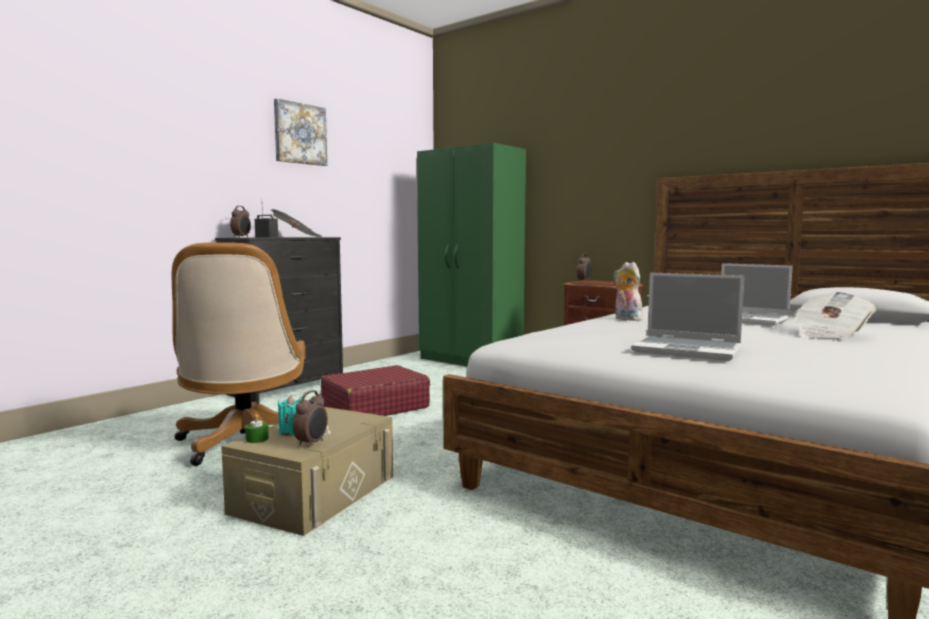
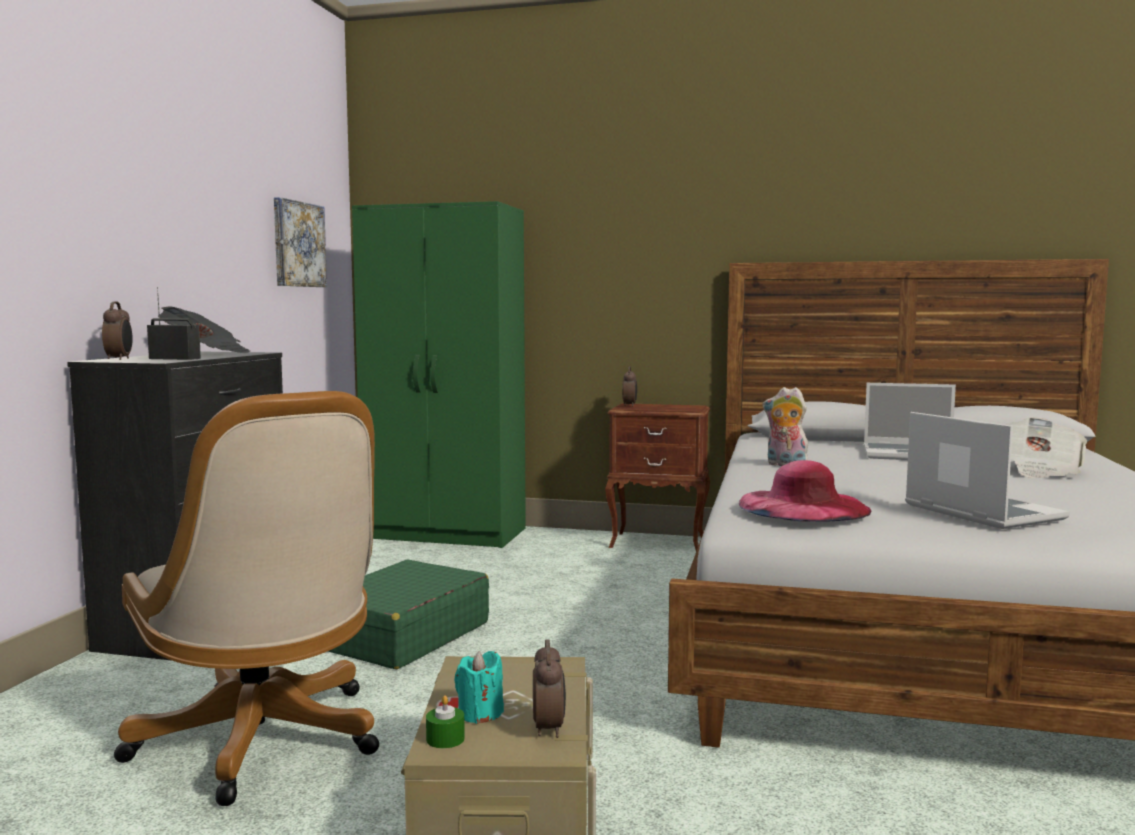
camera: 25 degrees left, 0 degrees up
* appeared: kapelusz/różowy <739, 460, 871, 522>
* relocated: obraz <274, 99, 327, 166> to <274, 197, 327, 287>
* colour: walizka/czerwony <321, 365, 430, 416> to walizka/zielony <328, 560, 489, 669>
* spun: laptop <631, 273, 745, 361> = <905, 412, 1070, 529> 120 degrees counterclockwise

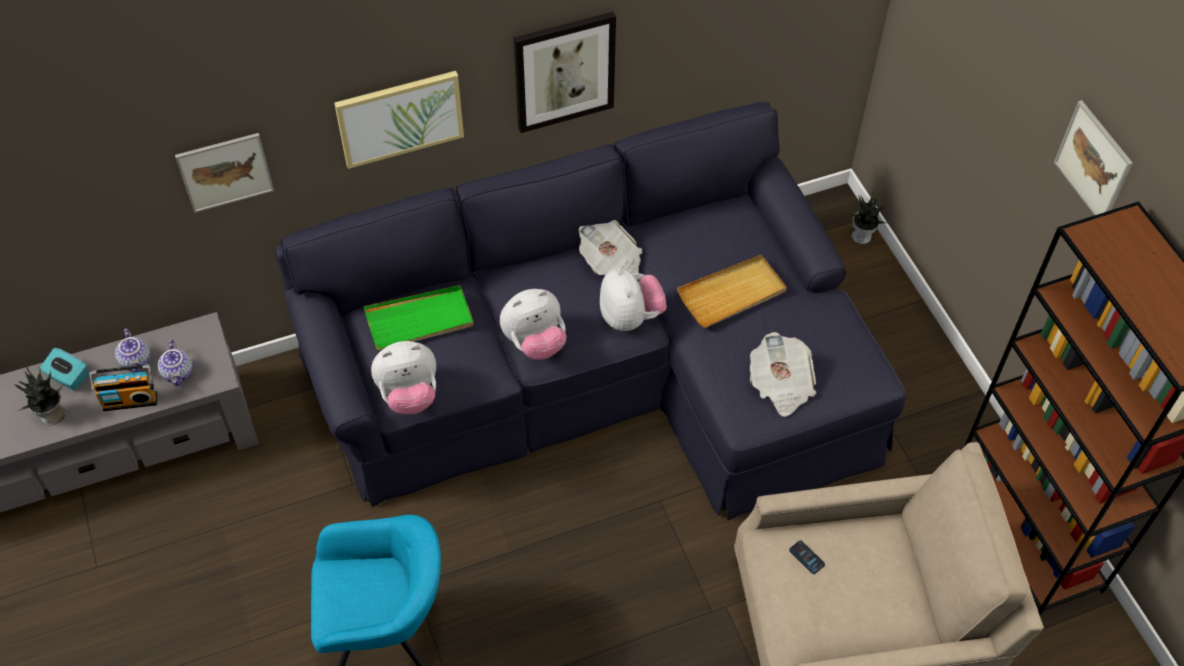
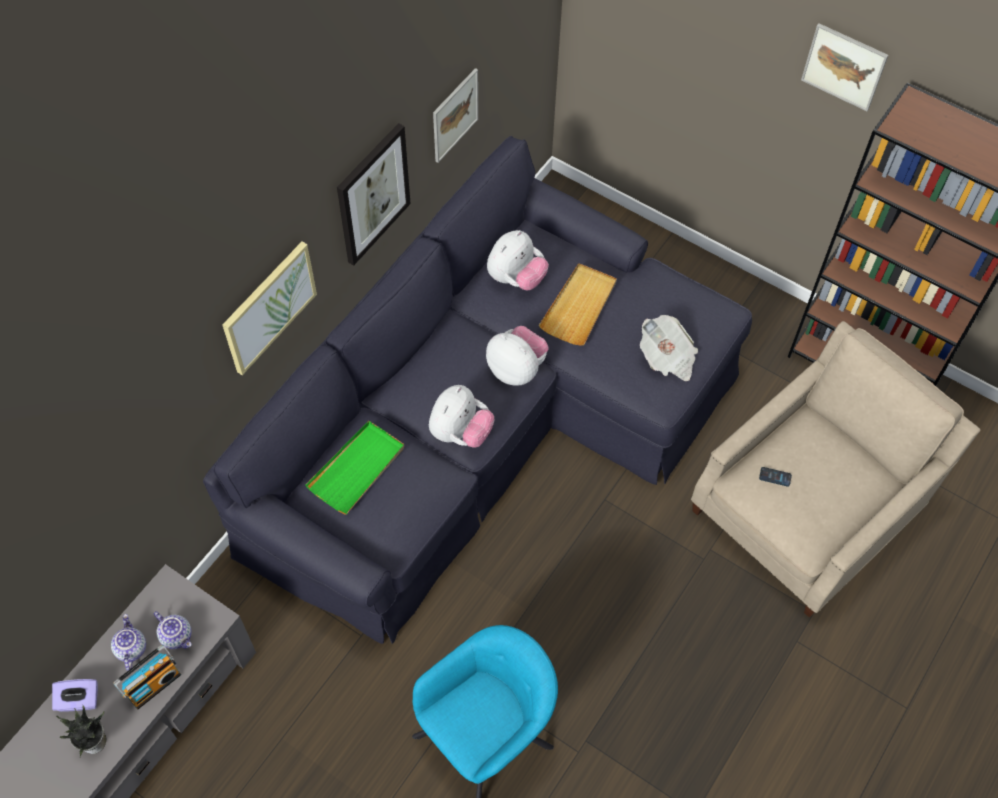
camera: 35 degrees left, 5 degrees up
* missing: gazeta <579, 220, 642, 281>
* missing: roślina doniczkowa <849, 191, 886, 244>
* relocated: obraz <175, 133, 274, 213> to <433, 68, 478, 163>
* relocated: pluszak <371, 341, 436, 415> to <487, 230, 549, 290>
* colour: pudełko chusteczek/turkusowy <40, 348, 88, 390> to pudełko chusteczek/fioletowy <52, 679, 98, 712>
* spun: imbryk <115, 328, 151, 373> = <111, 614, 146, 671> 135 degrees counterclockwise

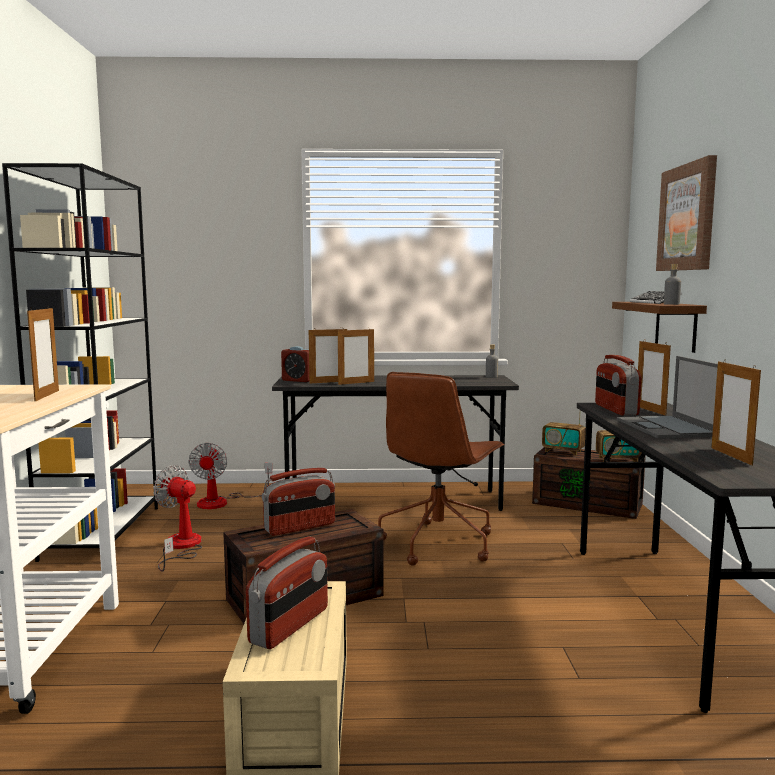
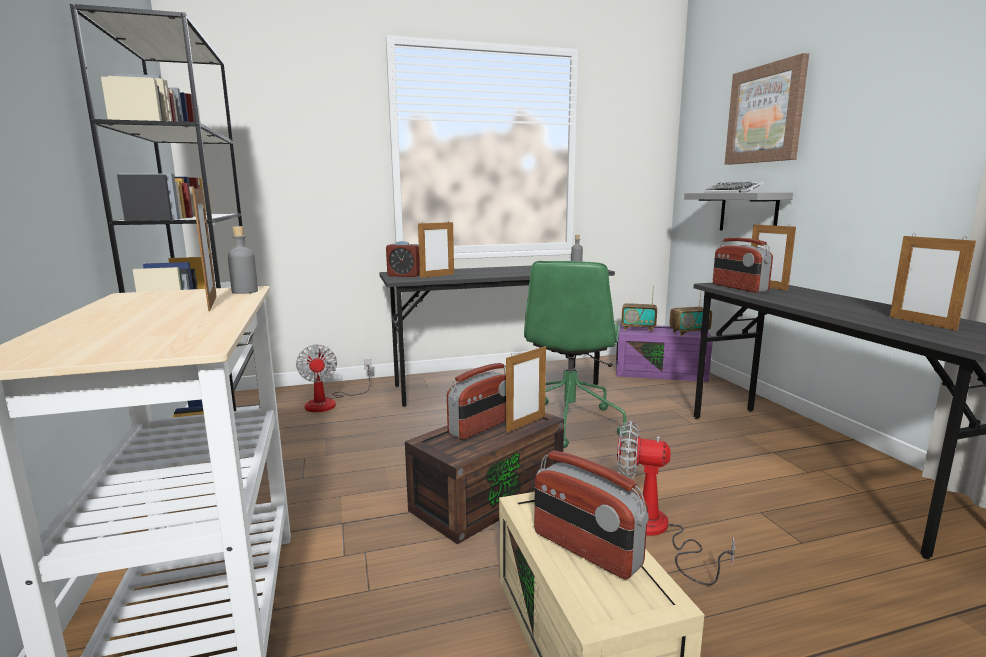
camera: 15 degrees left, 5 degrees up
* missing: laptop <617, 356, 718, 438>
* relocated: wentylator <153, 465, 202, 572> to <617, 421, 735, 585>
* relocated: ramka na zdjęcie <338, 328, 374, 385> to <506, 345, 546, 433>
* relocated: butelka/szary <664, 264, 681, 305> to <228, 226, 258, 294>
* colour: krzesło biurowe/brązowy <378, 372, 504, 566> to krzesło biurowe/zielony <524, 261, 627, 448>
* colour: pojemnik do przechowywania/brązowy <532, 447, 646, 519> to pojemnik do przechowywania/fioletowy <616, 324, 713, 382>
* colour: półka/brązowy <612, 302, 707, 353> to półka/szary <684, 192, 793, 230>
* spun: radio <246, 536, 328, 649> = <534, 450, 649, 579> 120 degrees clockwise

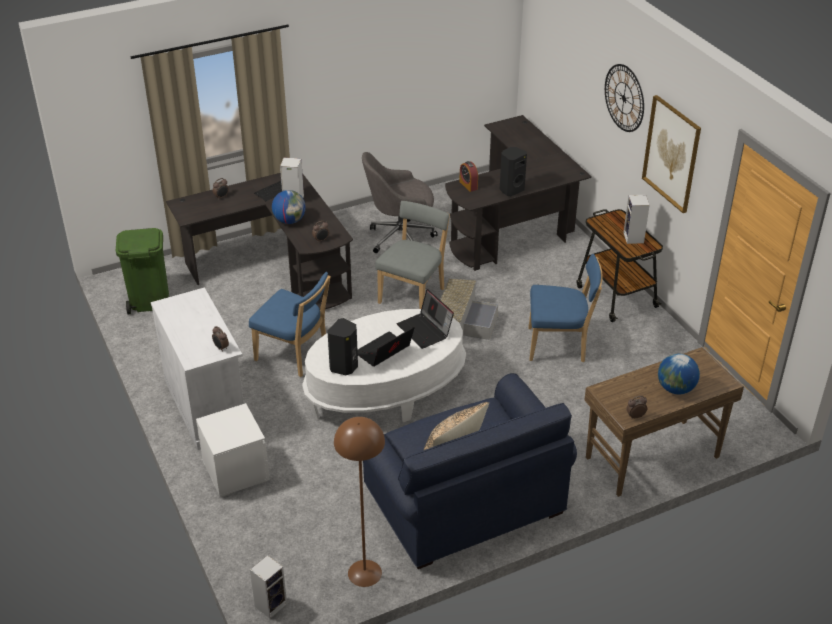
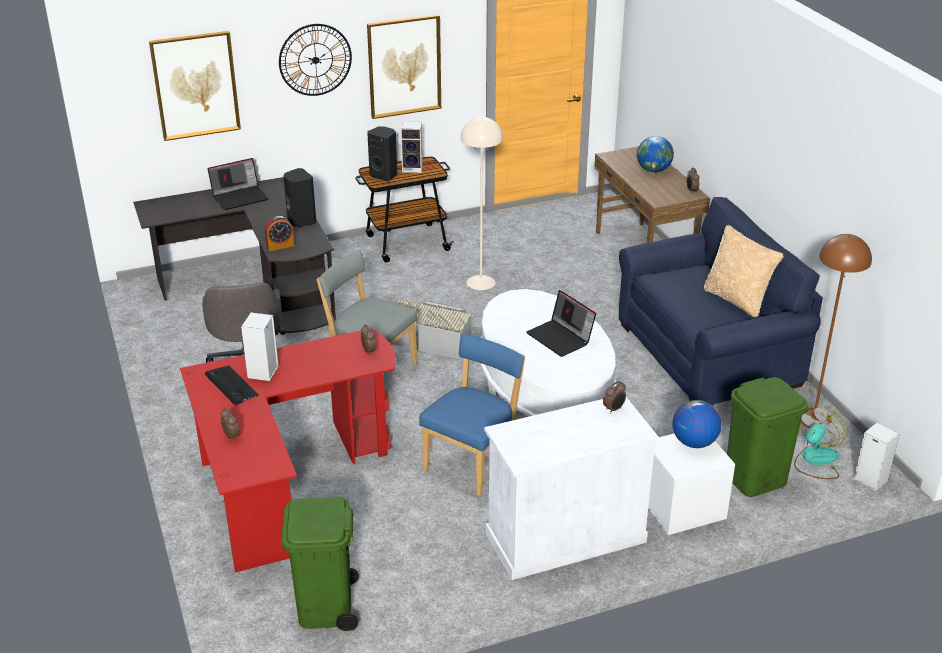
camera: 85 degrees left, 5 degrees down
* appeared: obraz <149, 31, 241, 141>
* appeared: kosz na śmieci/zielony <727, 377, 808, 497>
* appeared: wentylator <794, 405, 845, 479>
* relocated: globus <272, 190, 306, 224> to <672, 400, 721, 448>
* relocated: głośnik/czarny <327, 318, 358, 375> to <367, 127, 397, 181>
* relocated: laptop <397, 289, 454, 349> to <208, 158, 269, 210>
* exchanged: krzesło/niebieski <528, 254, 603, 362> to lampa stojąca/beżowy <461, 117, 503, 290>
* colour: biurko/czarny <166, 173, 353, 309> to biurko/czerwony <180, 328, 395, 573>

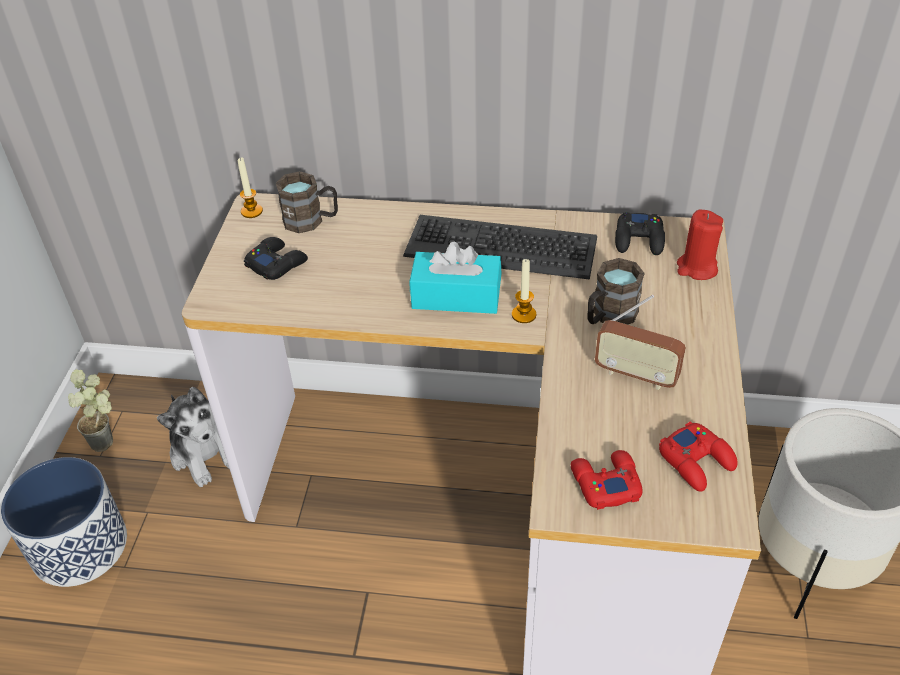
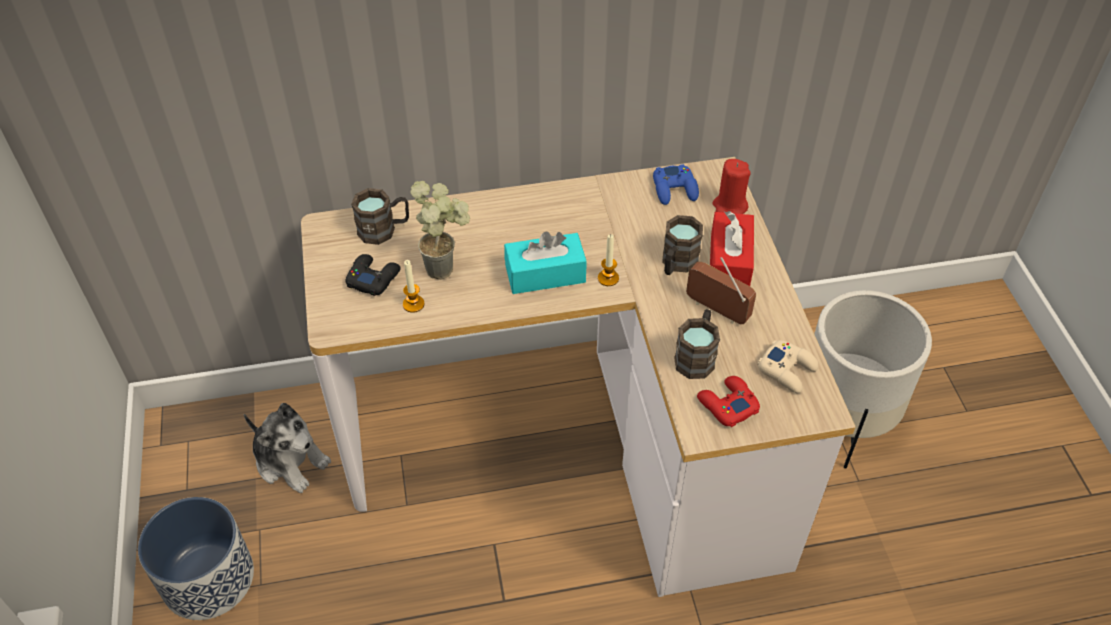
camera: 20 degrees left, 5 degrees up
* missing: klawiatura <403, 215, 597, 279>
* appeared: kubek/brązowy <674, 309, 720, 379>
* appeared: pudełko chusteczek/czerwony <710, 211, 754, 286>
* relocated: roślina doniczkowa <68, 369, 113, 452> to <410, 181, 470, 280>
* relocated: świeca <238, 158, 263, 218> to <403, 260, 425, 313>
* colour: pad do gier/czarny <615, 212, 665, 255> to pad do gier/niebieski <653, 164, 699, 205>
* colour: pad do gier/czerwony <659, 421, 738, 492> to pad do gier/beżowy <757, 340, 818, 393>
* spun: radio <595, 295, 686, 390> = <686, 257, 756, 324> 150 degrees counterclockwise

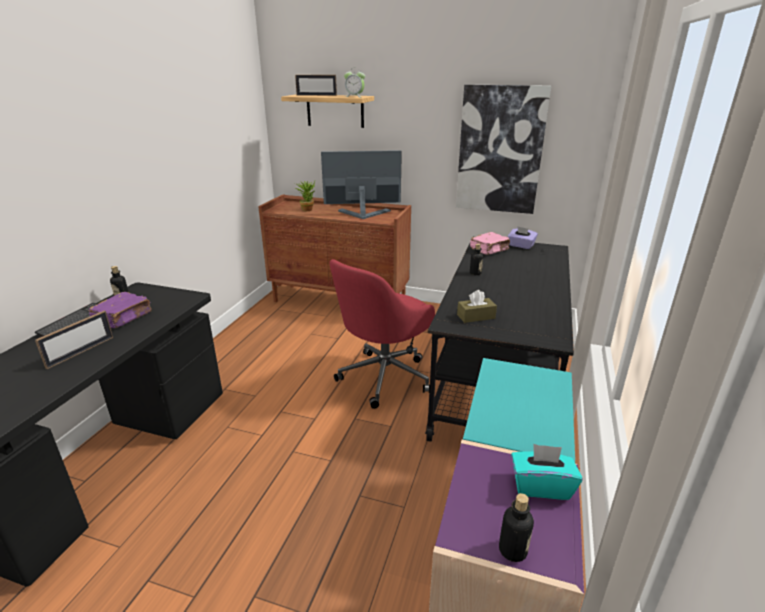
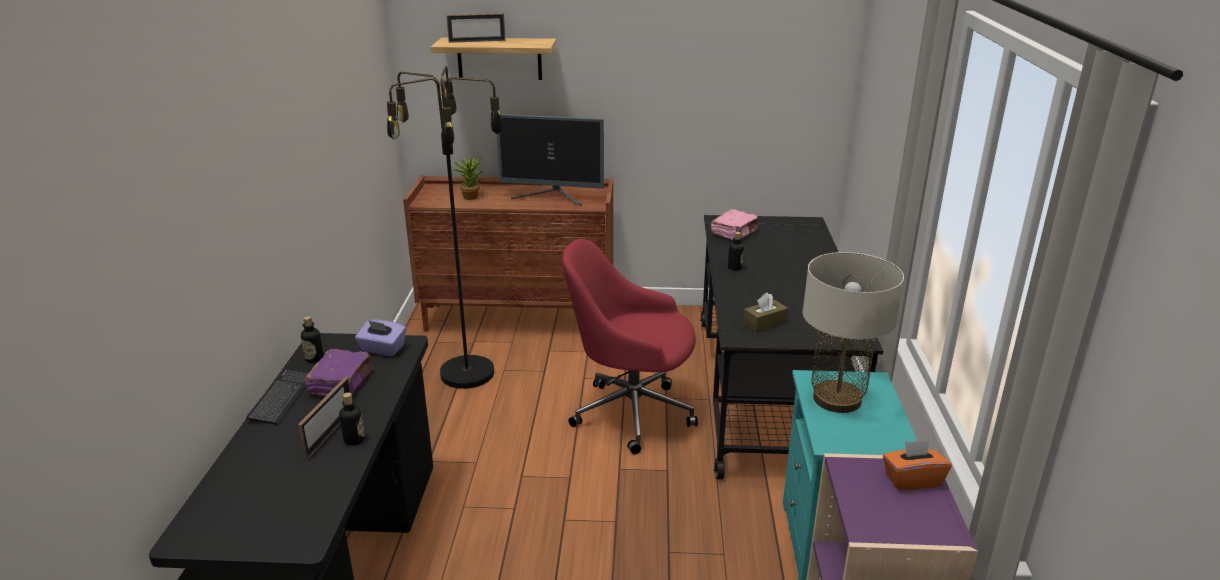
camera: 15 degrees left, 0 degrees up
* missing: budzik <344, 69, 365, 97>
* missing: obraz <456, 85, 551, 214>
* appeared: lampa stojąca <387, 66, 503, 389>
* appeared: lampa stołowa <803, 252, 904, 413>
* relocated: butelka <499, 493, 534, 562> to <339, 393, 365, 446>
* relocated: pudełko chusteczek/fioletowy <508, 226, 538, 249> to <355, 320, 406, 356>
* colour: pudełko chusteczek/turkusowy <511, 444, 583, 500> to pudełko chusteczek/pomarańczowy <883, 440, 952, 490>
* spun: monitor <321, 150, 402, 219> = <497, 114, 604, 206> 150 degrees counterclockwise
* spun: krzesło biurowe/czerwony <330, 259, 435, 409> = <562, 239, 698, 455> 75 degrees clockwise

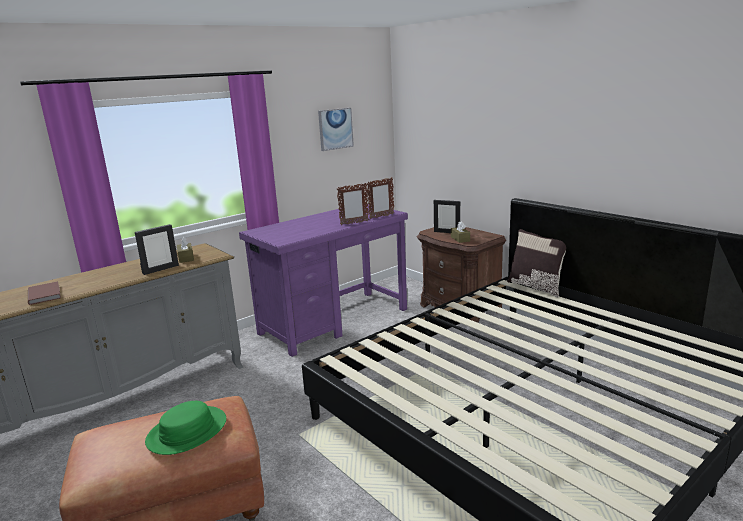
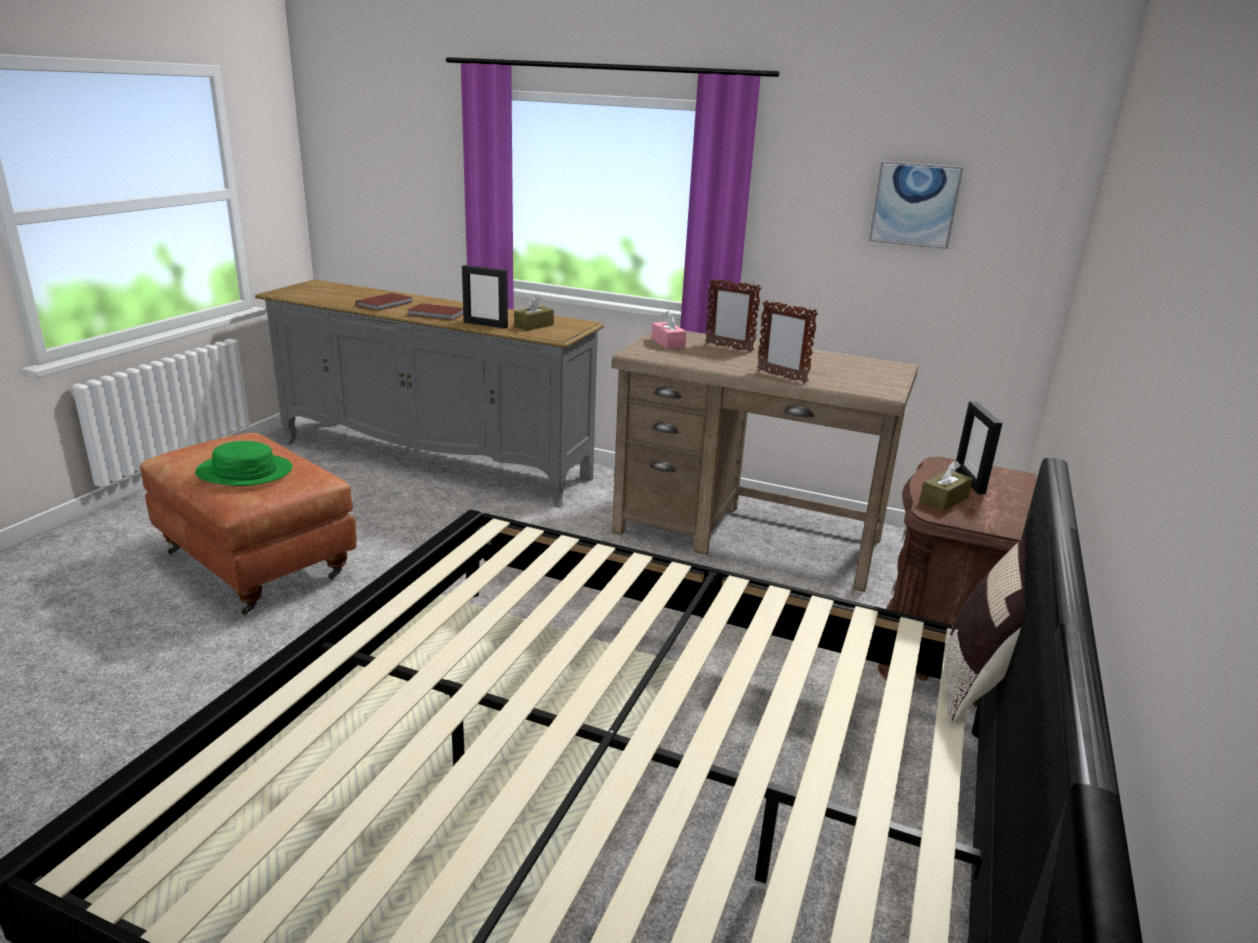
camera: 60 degrees right, 5 degrees up
* appeared: książka/brązowy <407, 303, 463, 321>
* appeared: pudełko chusteczek/różowy <652, 311, 686, 349>
* relocated: ramka na zdjęcie <367, 177, 394, 219> to <705, 278, 761, 352>
* colour: biurko/fioletowy <239, 204, 408, 357> to biurko/brązowy <612, 331, 918, 592>

